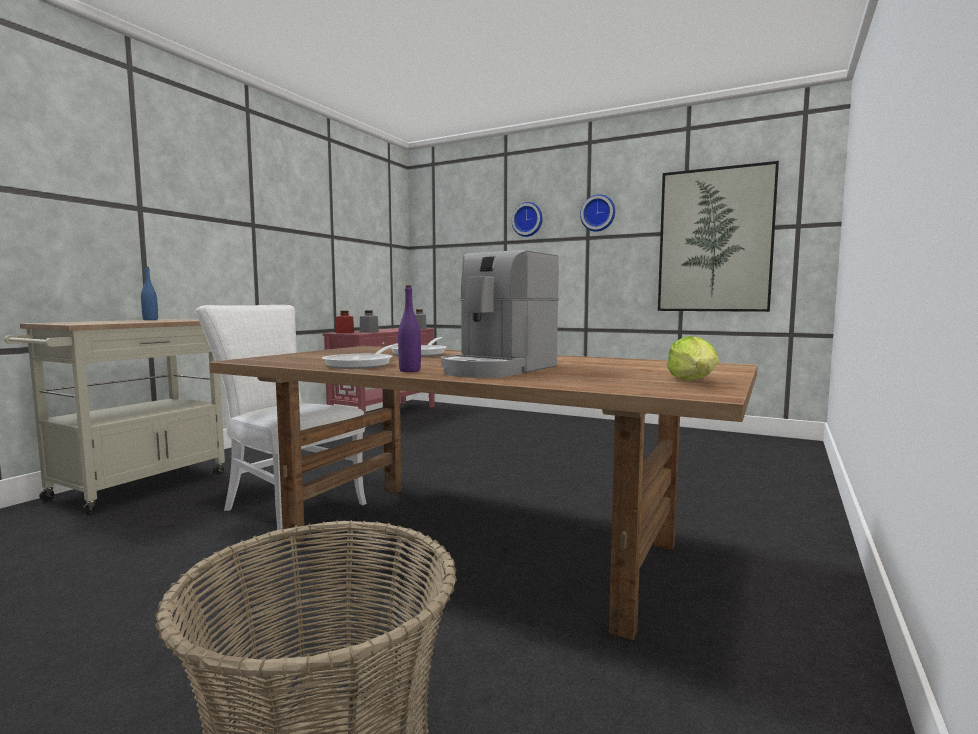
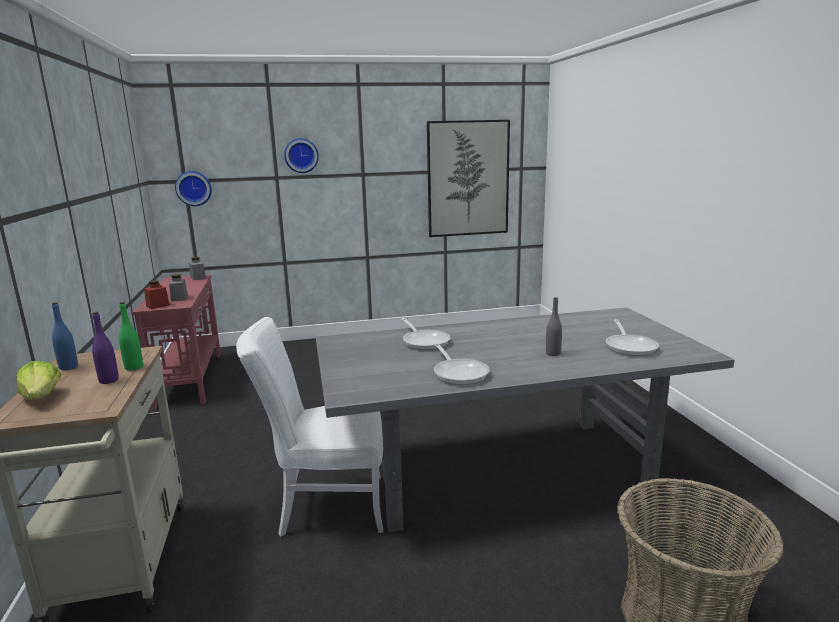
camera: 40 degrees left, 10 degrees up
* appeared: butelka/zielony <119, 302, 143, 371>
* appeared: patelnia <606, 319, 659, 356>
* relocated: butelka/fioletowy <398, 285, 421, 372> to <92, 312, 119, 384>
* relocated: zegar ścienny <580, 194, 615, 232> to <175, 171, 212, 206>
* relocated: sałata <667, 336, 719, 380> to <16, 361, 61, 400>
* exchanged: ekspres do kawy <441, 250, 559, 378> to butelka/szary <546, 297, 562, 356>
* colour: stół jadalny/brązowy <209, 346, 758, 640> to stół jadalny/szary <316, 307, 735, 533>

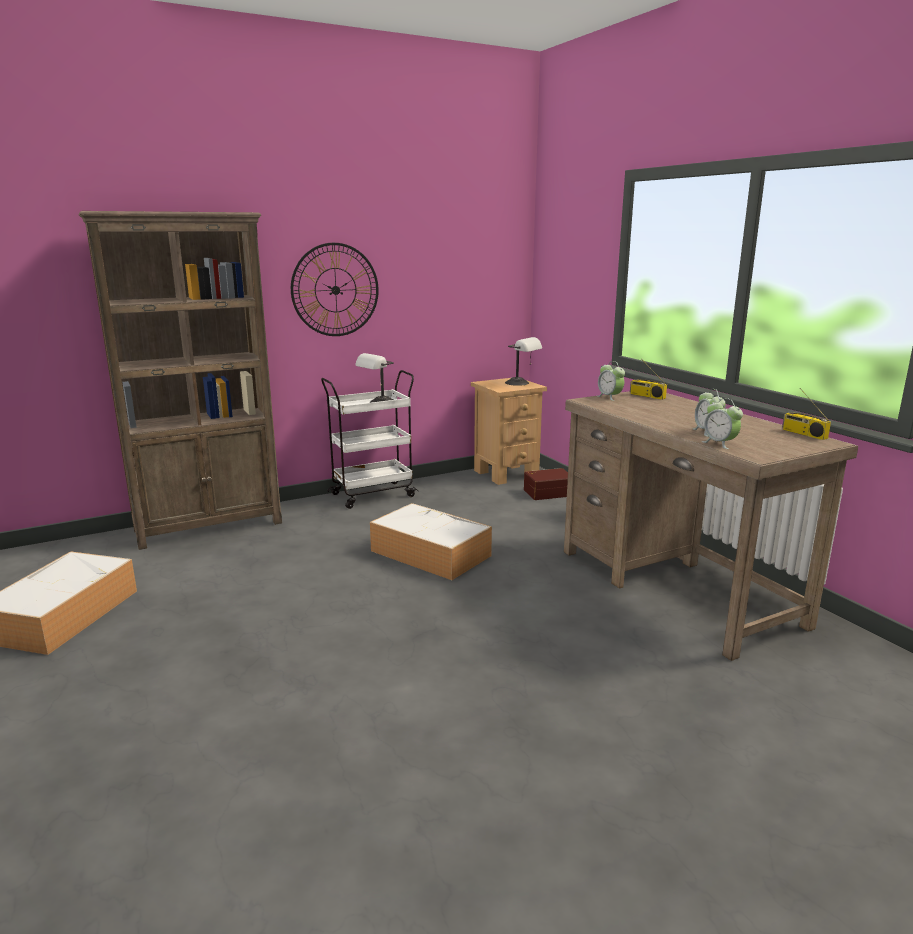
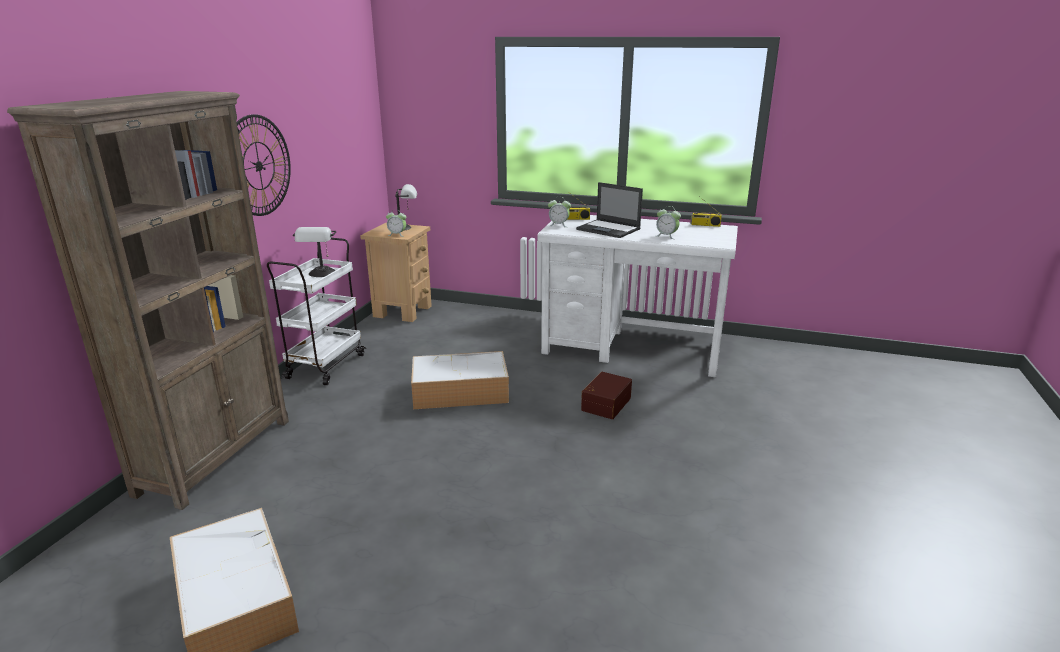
camera: 45 degrees left, 5 degrees up
* appeared: laptop <576, 182, 643, 238>
* relocated: pojemnik do przechowywania/brązowy <524, 468, 568, 500> to <581, 372, 632, 419>
* relocated: budzik <702, 398, 743, 449> to <386, 209, 406, 237>
* colour: biurko/brązowy <564, 391, 858, 661> to biurko/biały <537, 215, 738, 377>

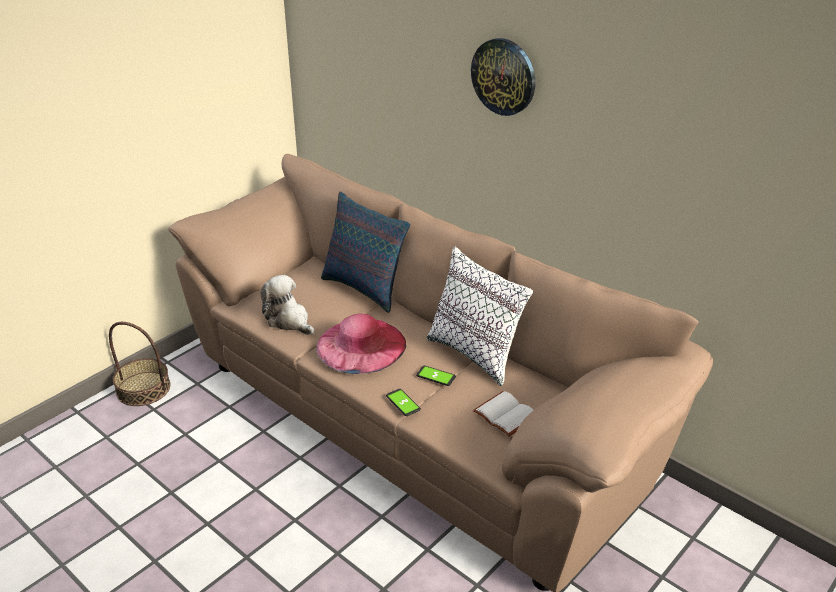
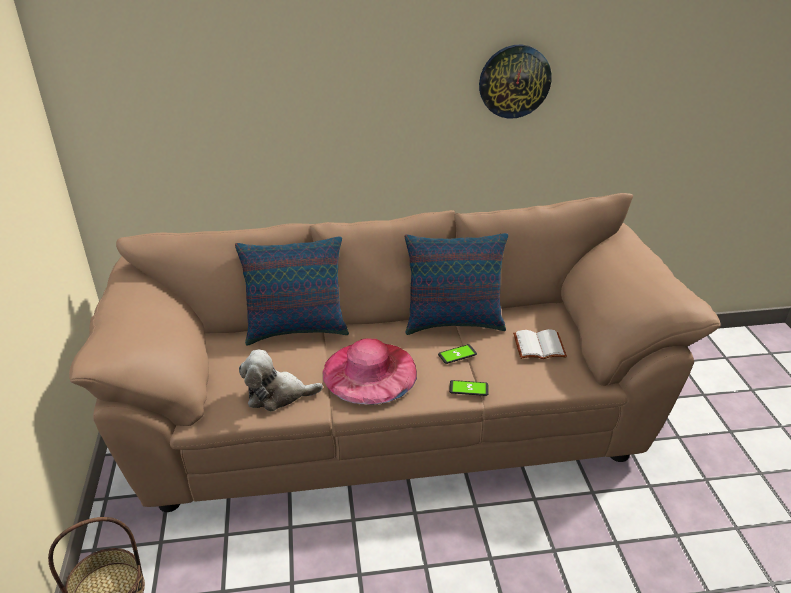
camera: 50 degrees left, 0 degrees up
* relocated: zegar ścienny <471, 38, 535, 116> to <479, 44, 552, 119>
* colour: poduszka/biały <427, 247, 533, 386> to poduszka/niebieski <405, 233, 508, 335>

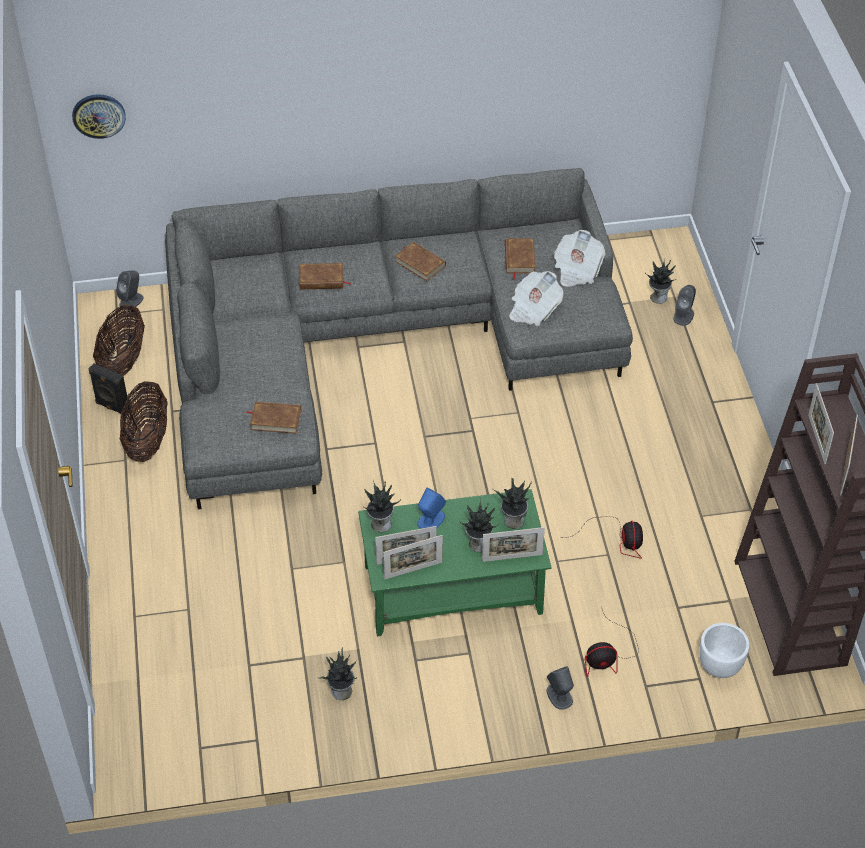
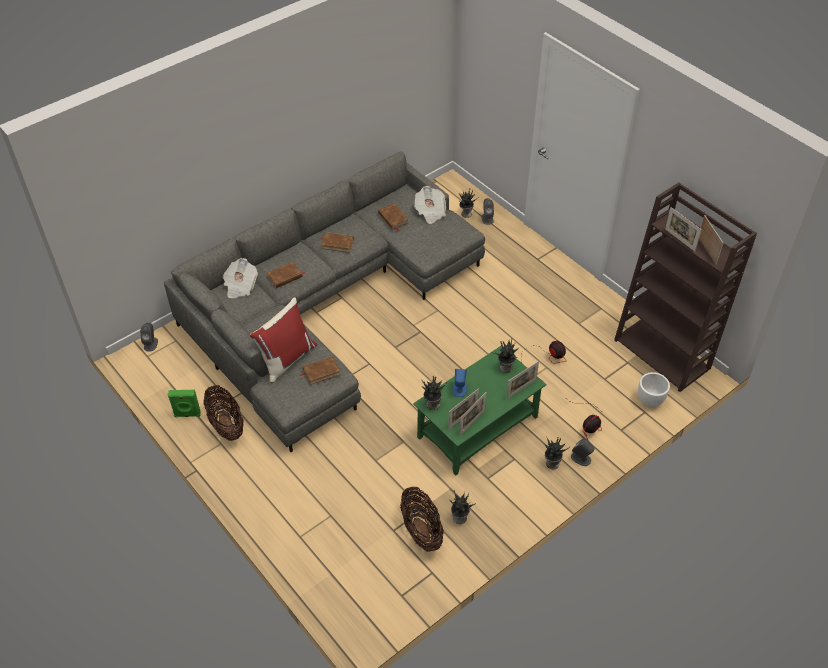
camera: 30 degrees left, 0 degrees up
* missing: zegar ścienny <72, 94, 126, 139>
* appeared: poduszka/czerwony <250, 298, 317, 383>
* relocated: koszyk <93, 304, 145, 376> to <400, 487, 444, 552>
* relocated: roślina doniczkowa <460, 498, 498, 552> to <545, 436, 570, 469>
* relocated: gazeta <509, 271, 563, 326> to <223, 258, 258, 298>
* colour: głośnik/czarny <88, 364, 127, 414> to głośnik/zielony <168, 390, 201, 417>

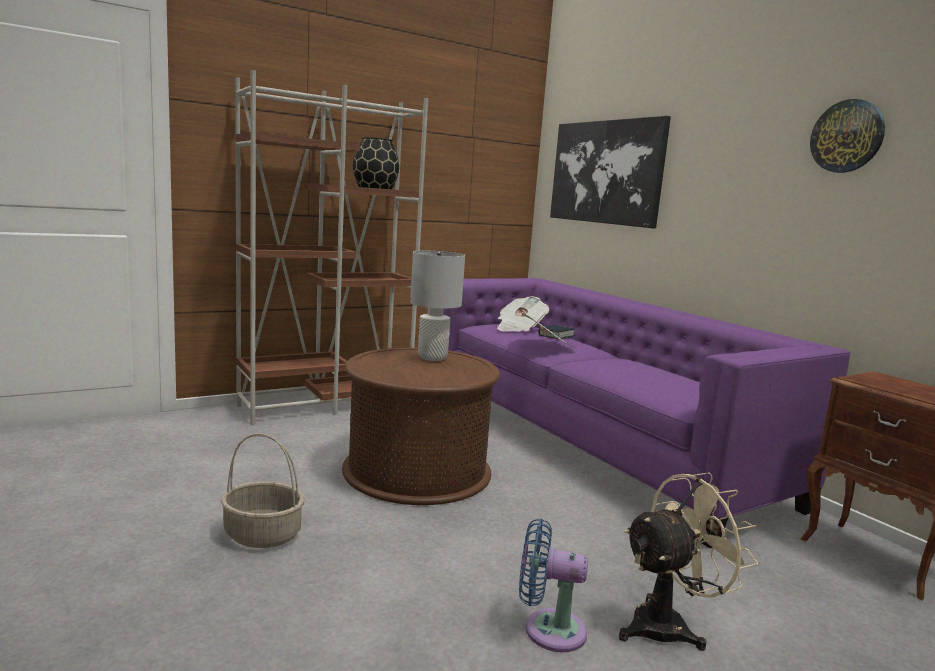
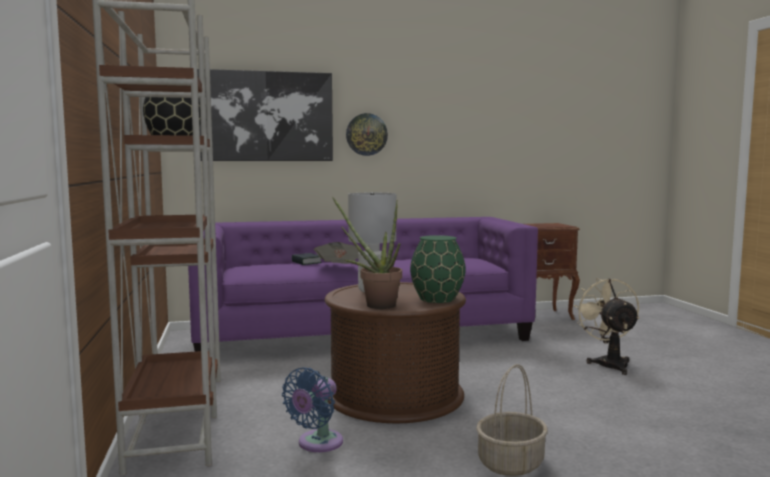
camera: 70 degrees left, 5 degrees down
* missing: gazeta <497, 296, 549, 332>
* appeared: roślina doniczkowa <332, 196, 402, 309>
* appeared: wazon/zielony <410, 235, 466, 303>
* relocated: wentylator/niebieski <519, 518, 588, 652> to <282, 368, 343, 452>
* relocated: zegar ścienny <810, 99, 885, 173> to <346, 113, 388, 156>

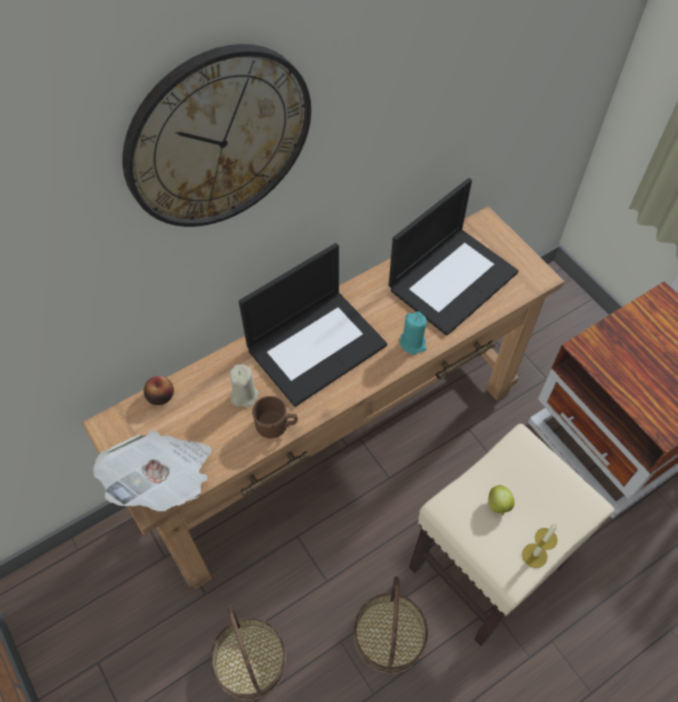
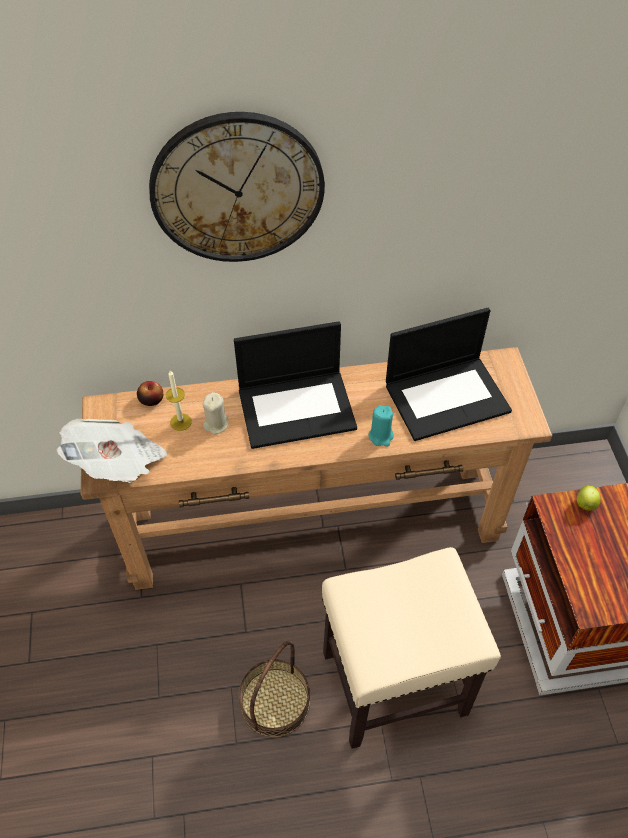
camera: 25 degrees right, 5 degrees down
* missing: koszyk <210, 605, 287, 701>
* missing: kubek/brązowy <252, 396, 298, 438>
* relocated: jabłko <488, 485, 515, 515> to <577, 485, 601, 510>
* relocated: świeca <522, 523, 558, 568> to <166, 370, 192, 431>

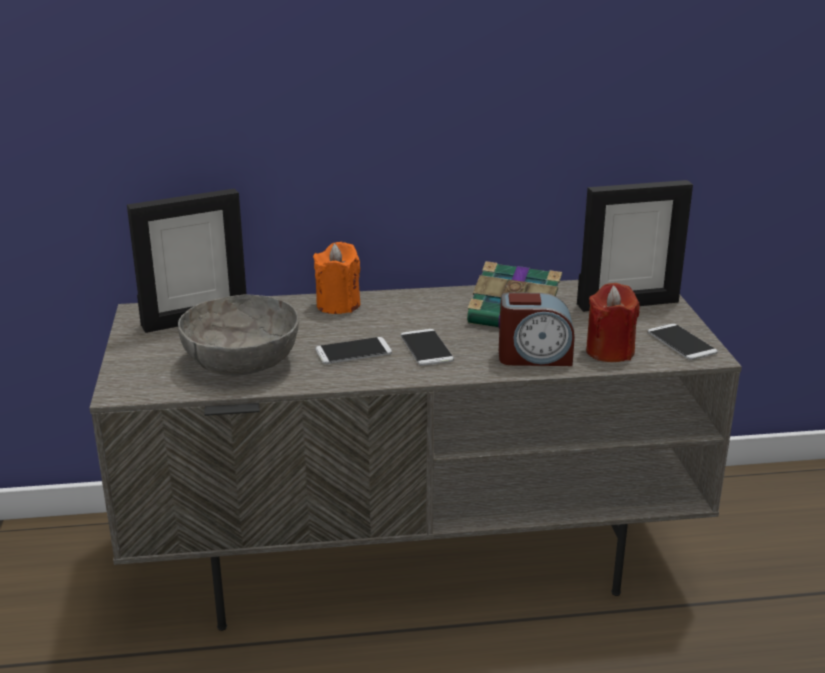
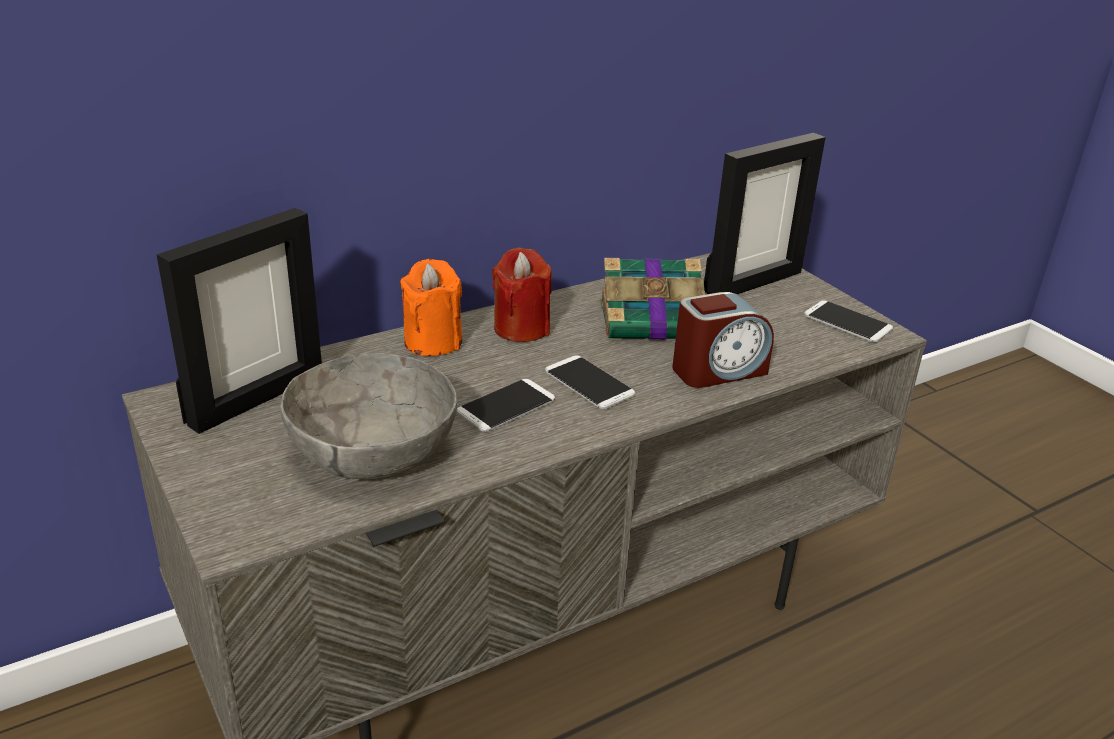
camera: 25 degrees left, 5 degrees up
* relocated: świeca/czerwony <586, 283, 640, 362> to <492, 248, 552, 342>

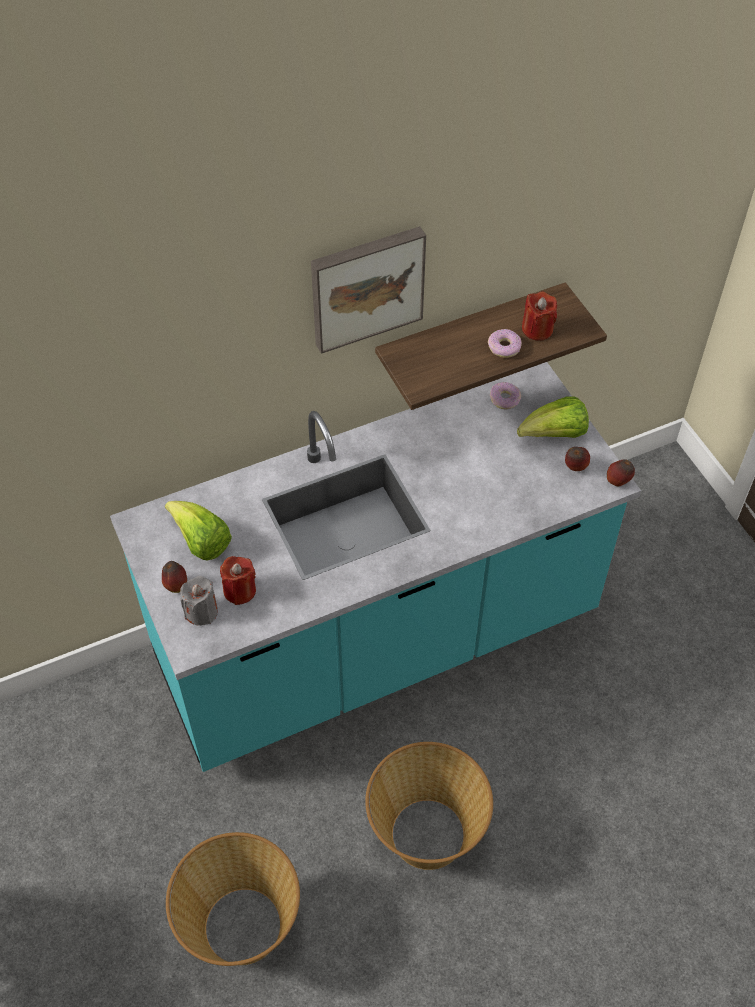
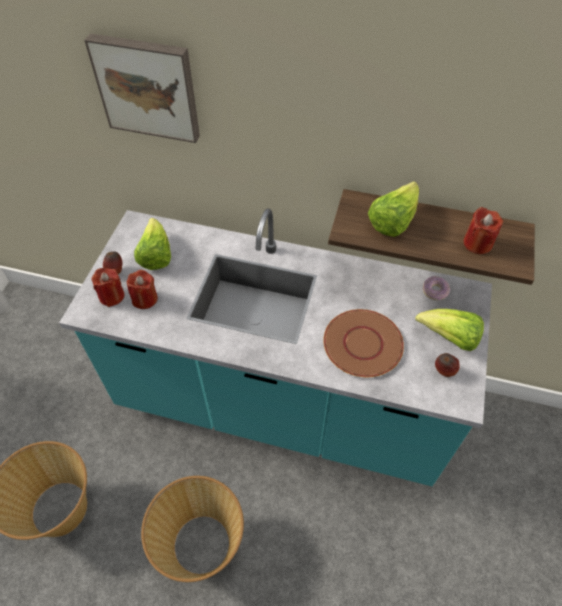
camera: 40 degrees right, 0 degrees up
* missing: donut <488, 329, 522, 358>
* missing: jabłko <607, 459, 635, 486>
* appeared: talerz/brązowy <323, 309, 404, 377>
* appeared: sałata <368, 181, 419, 237>
* relocated: obraz <311, 226, 426, 354> to <84, 33, 200, 143>
* colour: świeca/szary <180, 576, 218, 626> to świeca/czerwony <91, 268, 124, 307>

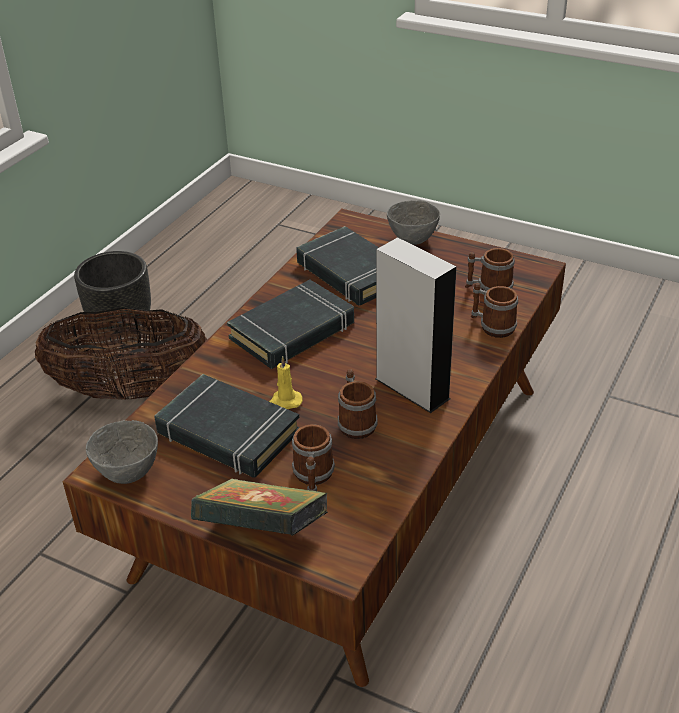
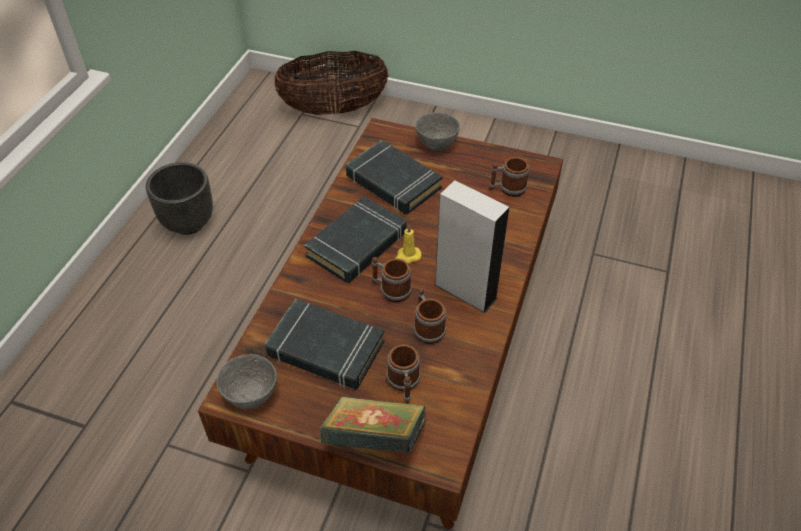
camera: 10 degrees left, 10 degrees up
* relocated: koszyk <35, 308, 208, 400> to <274, 51, 389, 115>
* relocated: świeca/żółty <269, 356, 303, 409> to <395, 225, 422, 264>
* relocated: kubek <471, 283, 518, 338> to <372, 257, 412, 302>

